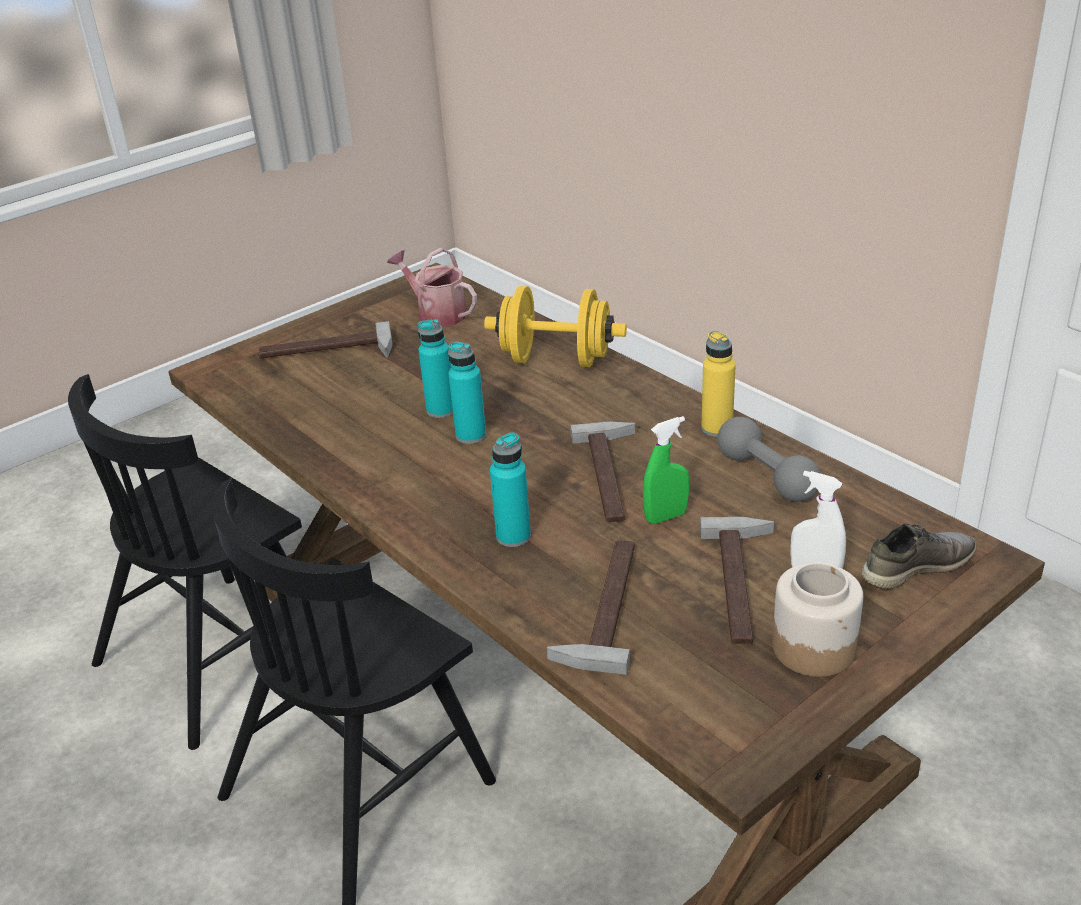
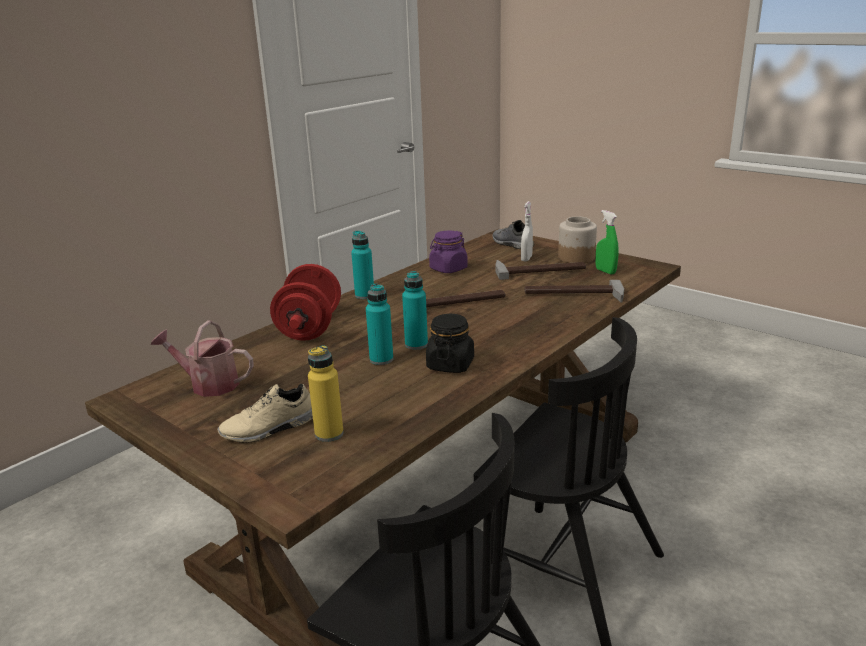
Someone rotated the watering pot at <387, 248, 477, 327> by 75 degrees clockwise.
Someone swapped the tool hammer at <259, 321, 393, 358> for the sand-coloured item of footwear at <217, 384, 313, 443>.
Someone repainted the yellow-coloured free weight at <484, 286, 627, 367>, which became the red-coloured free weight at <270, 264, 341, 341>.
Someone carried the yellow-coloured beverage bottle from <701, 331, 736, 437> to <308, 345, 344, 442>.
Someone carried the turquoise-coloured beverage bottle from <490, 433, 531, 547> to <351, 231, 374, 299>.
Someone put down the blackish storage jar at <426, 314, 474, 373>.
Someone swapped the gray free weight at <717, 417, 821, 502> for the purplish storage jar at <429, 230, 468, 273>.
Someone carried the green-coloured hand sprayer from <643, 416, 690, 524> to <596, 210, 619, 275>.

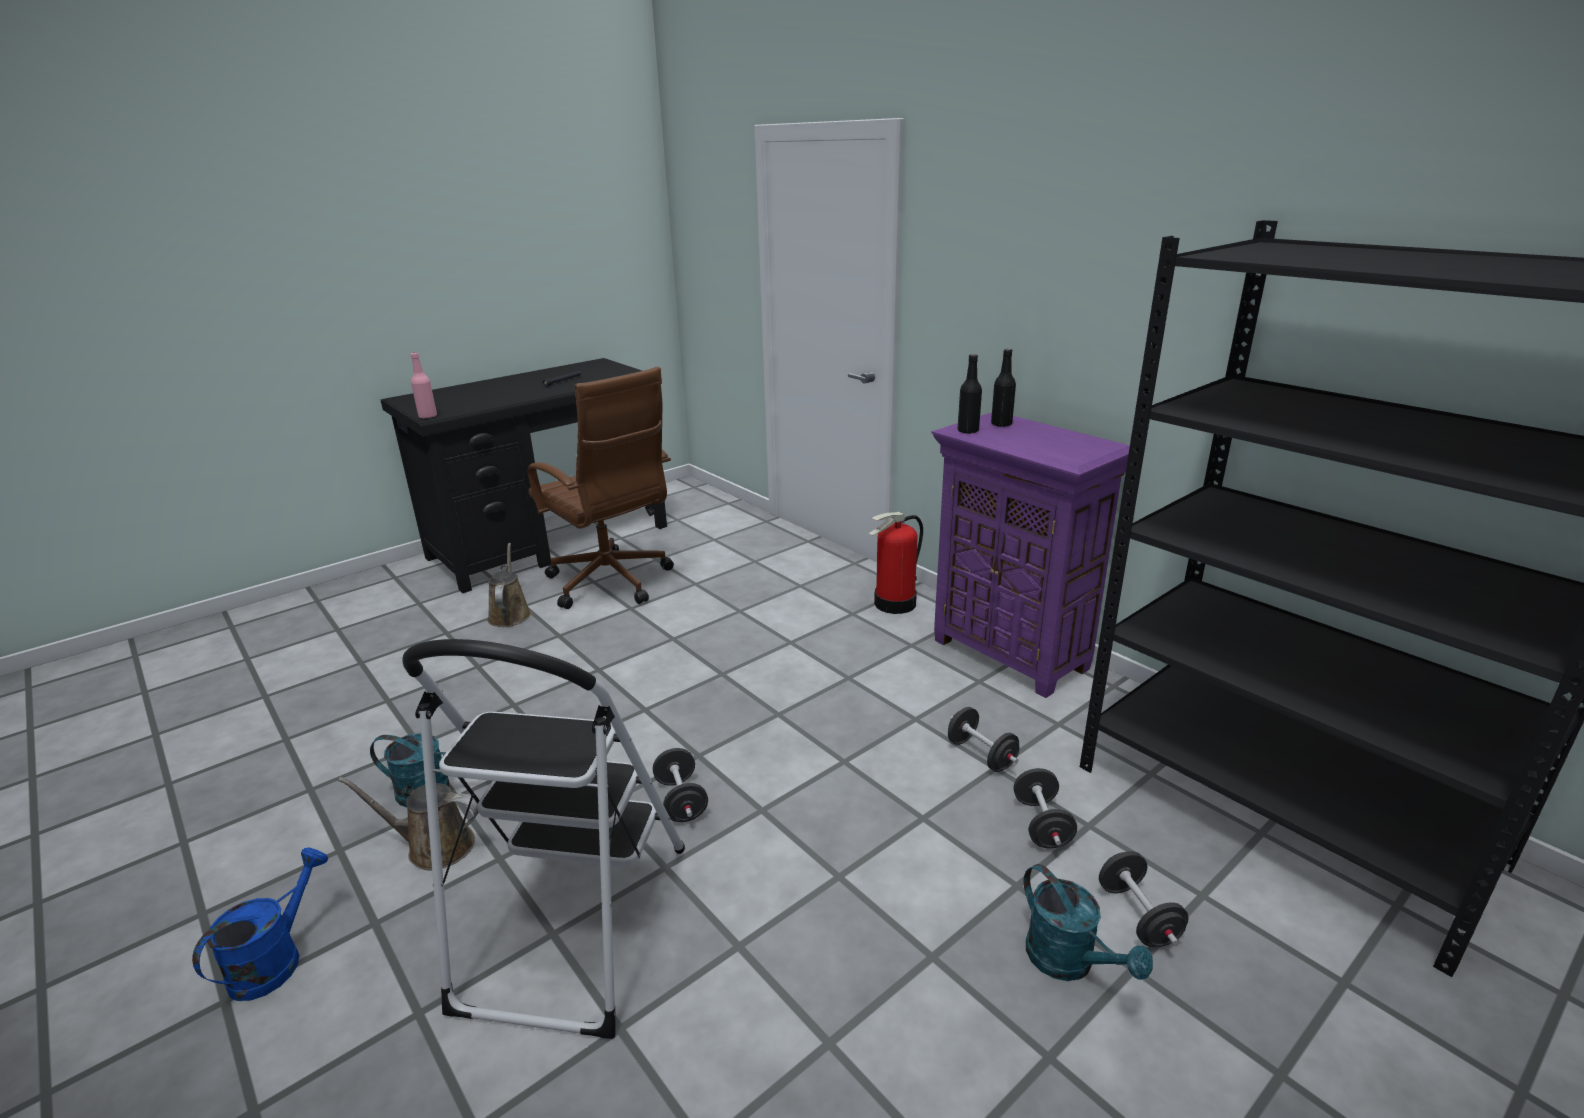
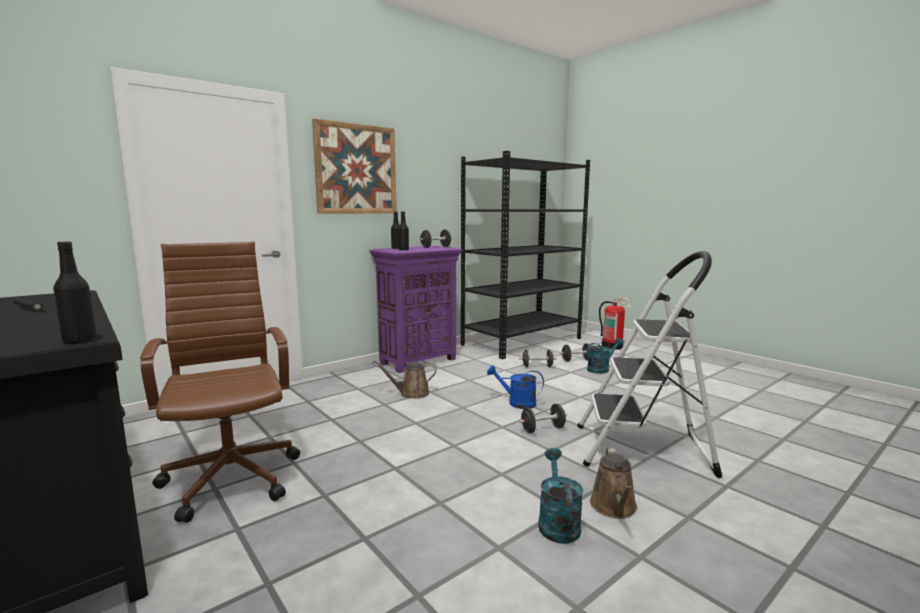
Someone repainted the pink-coloured beverage bottle at <410, 352, 437, 419>, which became the blackish beverage bottle at <53, 241, 97, 344>.
Someone rotated the brown-coloured office chair at <527, 367, 674, 609> by 75 degrees counterclockwise.
Someone put up the picture at <312, 119, 397, 214>.
Someone carried the brown-coloured watering pot from <487, 543, 531, 627> to <373, 360, 436, 399>.
Someone carried the blackish free weight from <948, 707, 1019, 772> to <419, 230, 452, 248>.
Someone carried the blue watering pot from <192, 848, 328, 1001> to <487, 365, 544, 409>.
Someone carried the fire extinguisher from <868, 512, 923, 614> to <599, 298, 633, 350>.

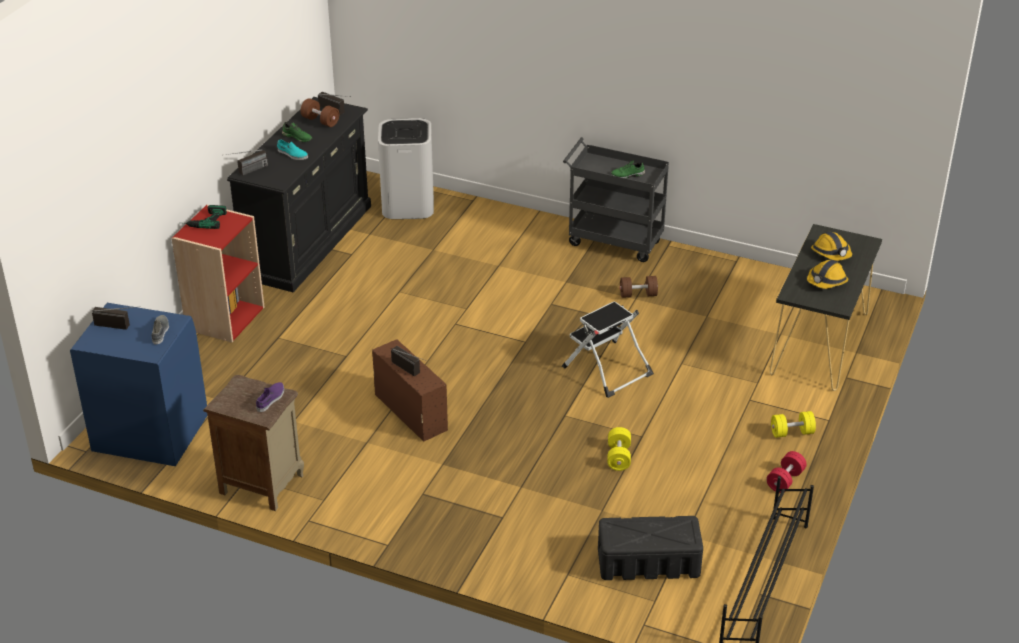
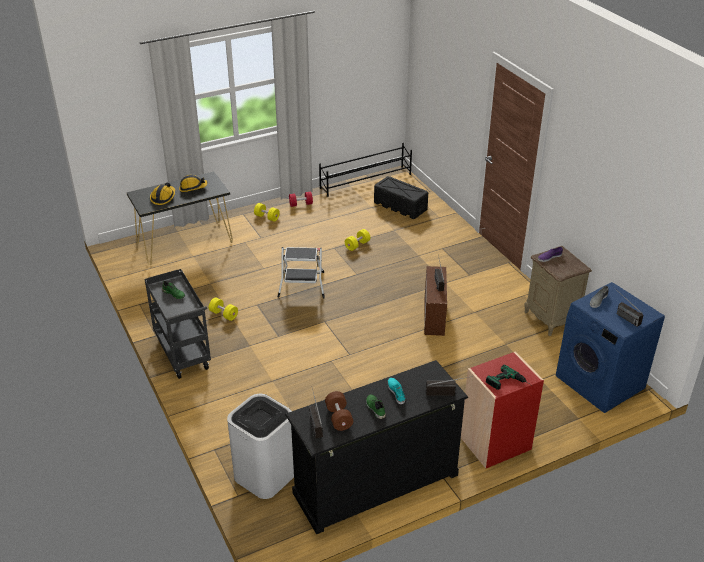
Someone repainted the brown-coloured free weight at <620, 276, 658, 298>, which became the yellow-coloured free weight at <209, 297, 238, 321>.

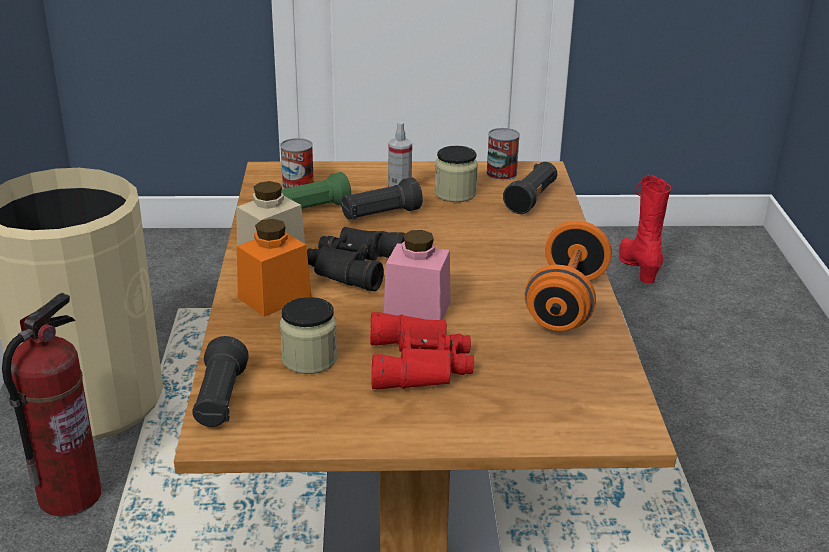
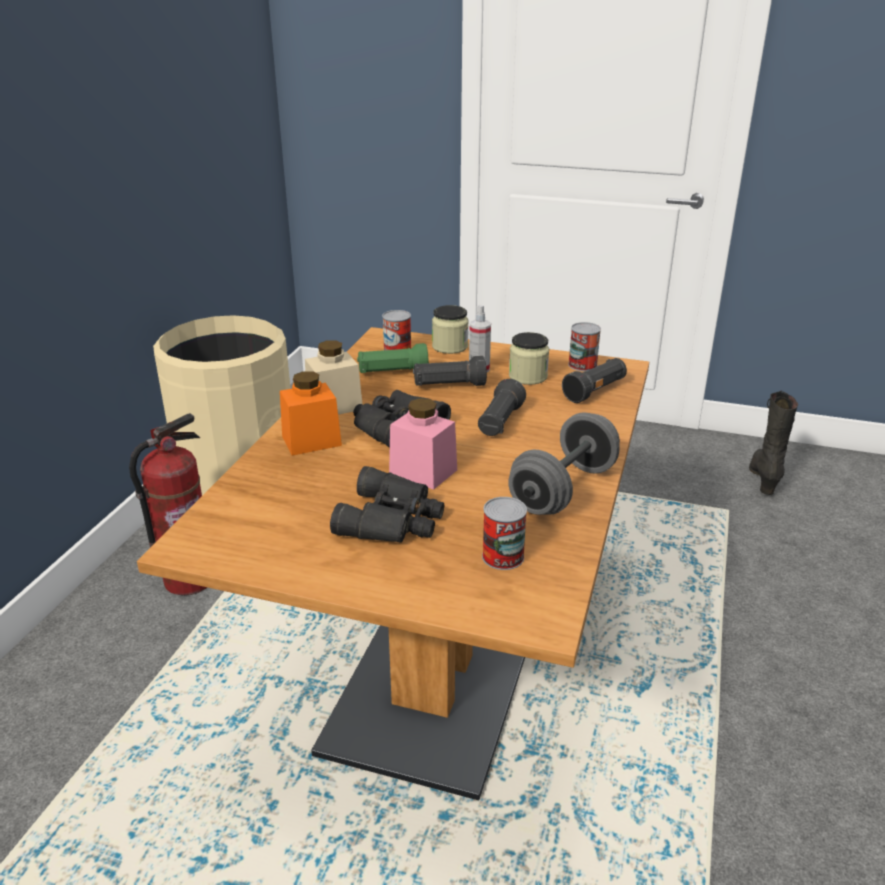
Someone repainted the red-coloured binoculars at <370, 312, 474, 390>, which became the blackish binoculars at <330, 466, 444, 543>.
Someone carried the storage jar from <280, 297, 337, 374> to <432, 305, 469, 354>.
Someone carried the blackish flashlight from <192, 336, 249, 427> to <478, 379, 526, 436>.
Someone put down the can at <482, 497, 527, 570>.
Someone repainted the orange-coloured free weight at <524, 221, 612, 331>, which became the gray free weight at <508, 413, 620, 515>.
Someone repainted the red-coloured boot at <619, 175, 671, 283>, which became the blackish boot at <749, 391, 798, 495>.

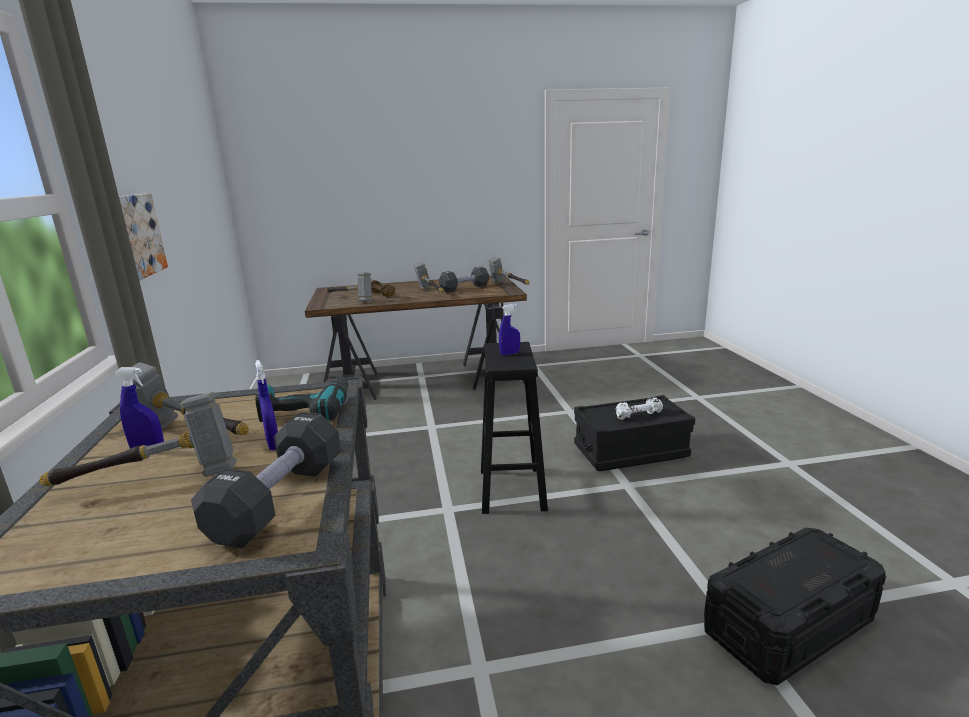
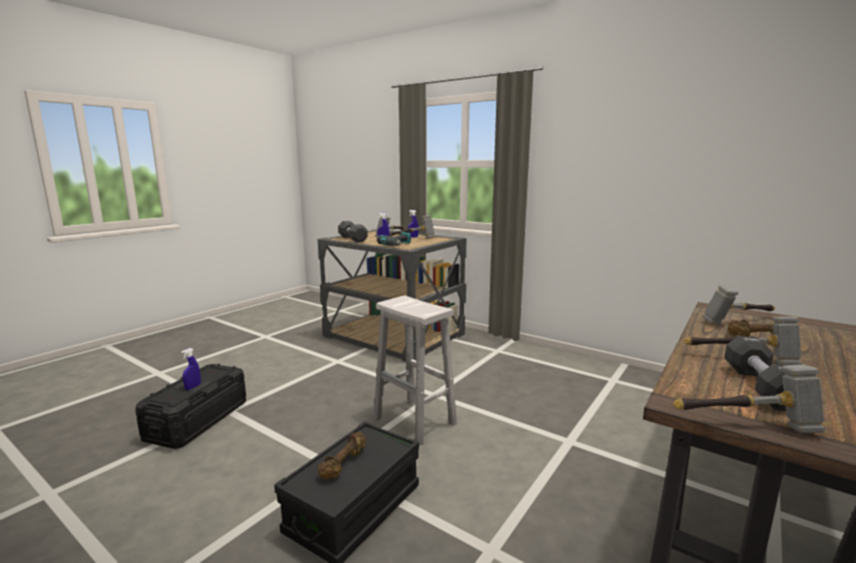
Someone carried the blue hand sprayer from <499, 304, 520, 356> to <181, 348, 201, 390>.
Someone repainted the white-coloured free weight at <616, 398, 663, 420>, which became the brown-coloured free weight at <318, 432, 366, 480>.
Someone repainted the blackish sitting stool at <481, 342, 548, 514>, which became the white-coloured sitting stool at <373, 296, 457, 446>.
Someone took away the picture at <119, 193, 168, 280>.

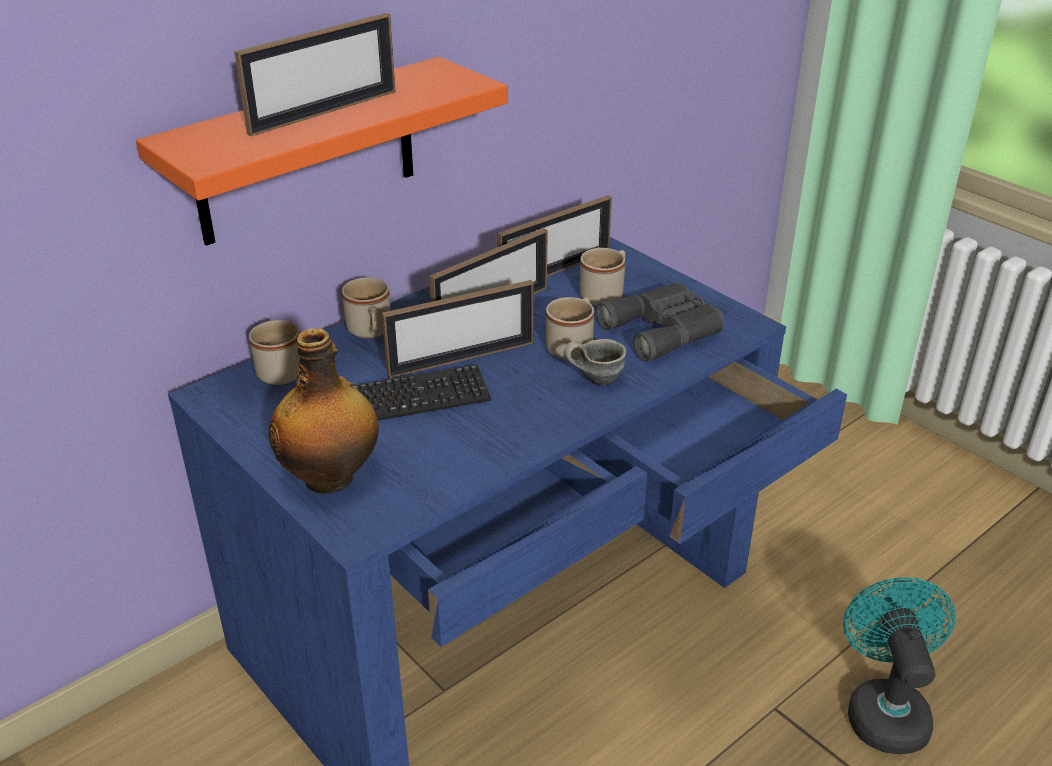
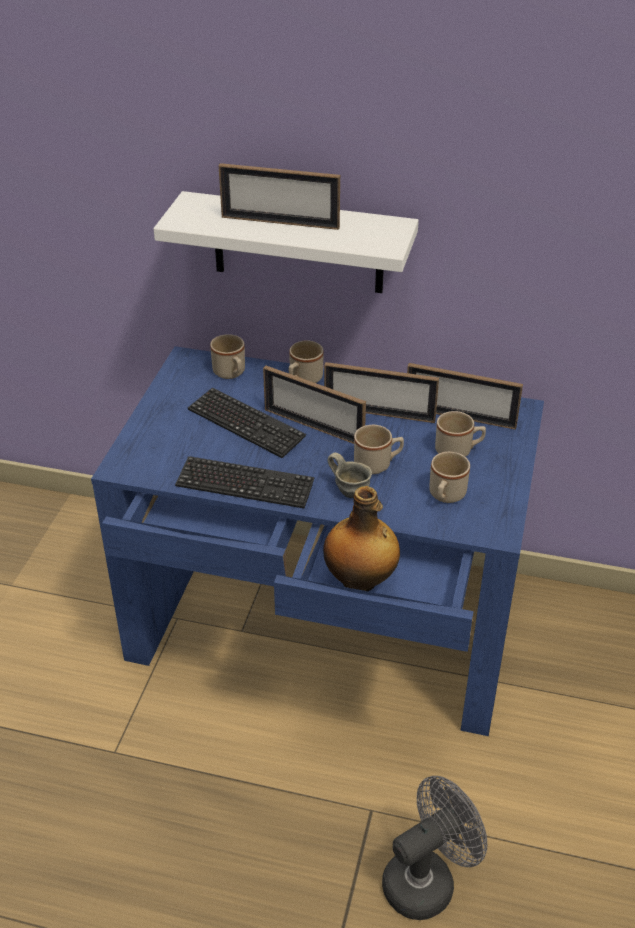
Someone repainted the orange-coloured bracket shelf at <136, 57, 508, 246>, which became the white-coloured bracket shelf at <154, 191, 419, 293>.
Someone put down the computer keyboard at <175, 456, 315, 508>.
Someone carried the beverage bottle from <268, 328, 379, 494> to <323, 486, 400, 591>.
Someone repainted the turquoise-coloured cooling fan at <843, 577, 956, 754>, which became the gray cooling fan at <382, 776, 487, 920>.
Someone swapped the gray binoculars at <596, 283, 724, 362> for the sand-coloured coffee mug at <429, 452, 470, 503>.

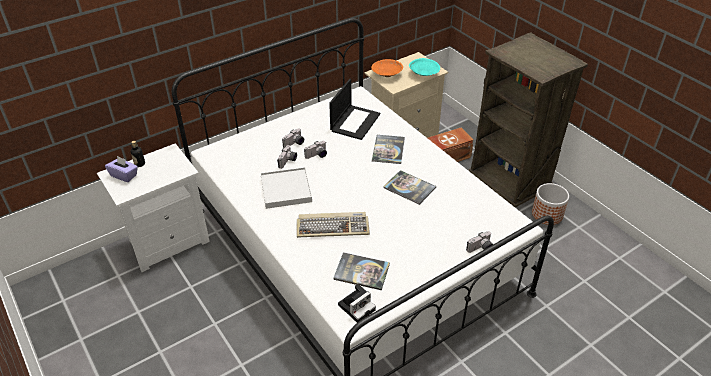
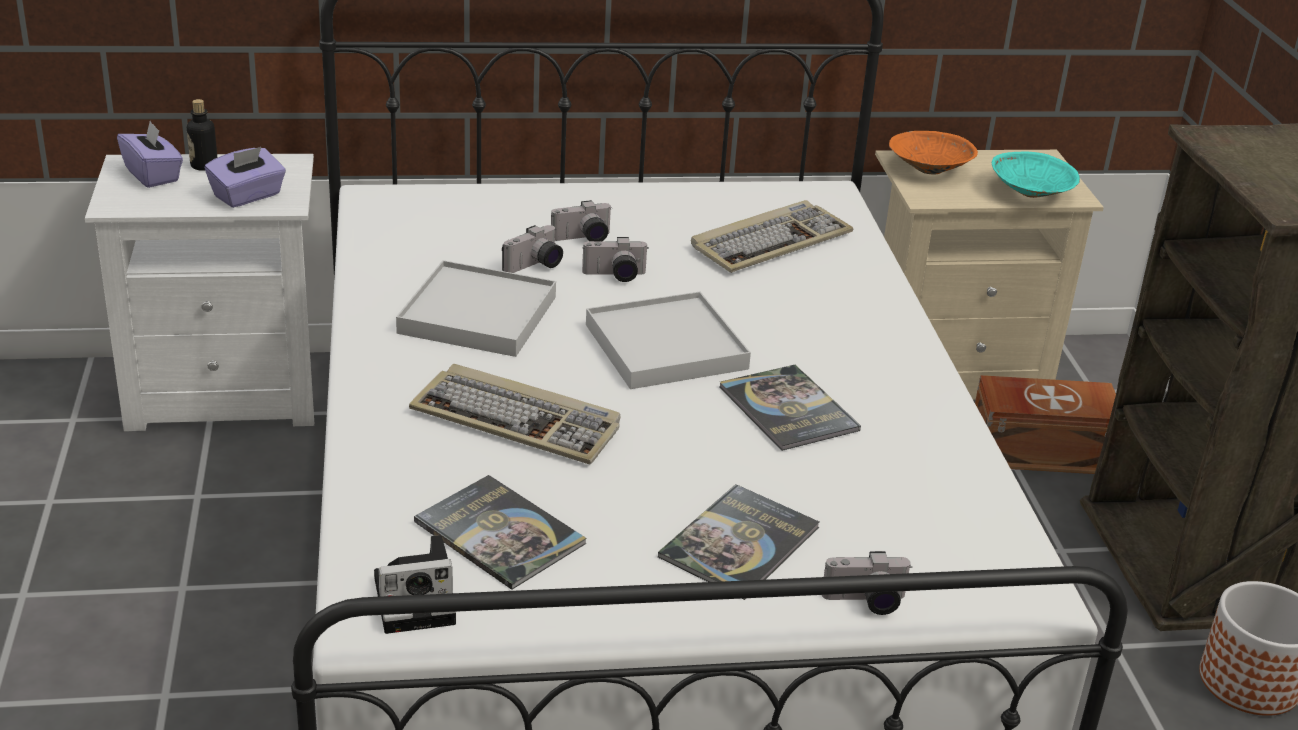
Someone put down the purplish tissue box at <205, 147, 286, 208>.
Someone put down the white-coloured serving tray at <586, 292, 751, 389>.
Someone carried the bound book from <372, 135, 405, 164> to <658, 484, 820, 600>.
Someone swapped the notebook computer at <329, 79, 380, 140> for the computer keyboard at <691, 200, 853, 273>.

